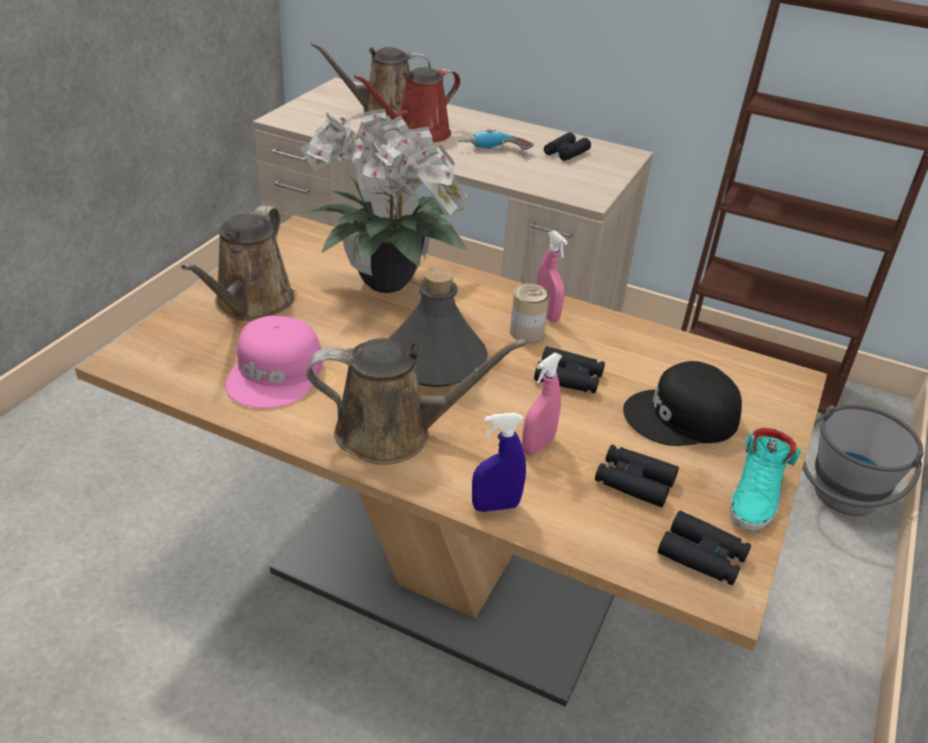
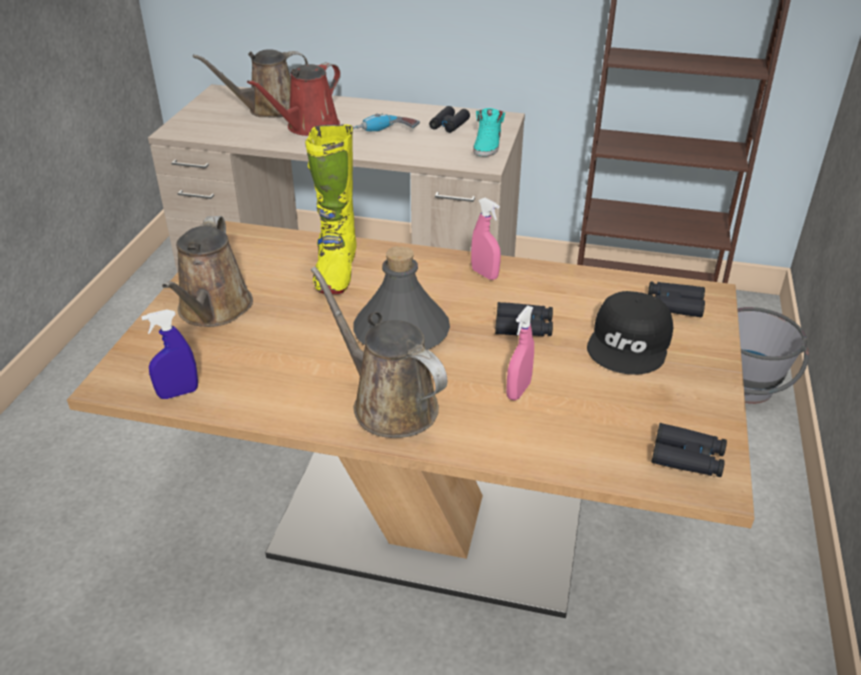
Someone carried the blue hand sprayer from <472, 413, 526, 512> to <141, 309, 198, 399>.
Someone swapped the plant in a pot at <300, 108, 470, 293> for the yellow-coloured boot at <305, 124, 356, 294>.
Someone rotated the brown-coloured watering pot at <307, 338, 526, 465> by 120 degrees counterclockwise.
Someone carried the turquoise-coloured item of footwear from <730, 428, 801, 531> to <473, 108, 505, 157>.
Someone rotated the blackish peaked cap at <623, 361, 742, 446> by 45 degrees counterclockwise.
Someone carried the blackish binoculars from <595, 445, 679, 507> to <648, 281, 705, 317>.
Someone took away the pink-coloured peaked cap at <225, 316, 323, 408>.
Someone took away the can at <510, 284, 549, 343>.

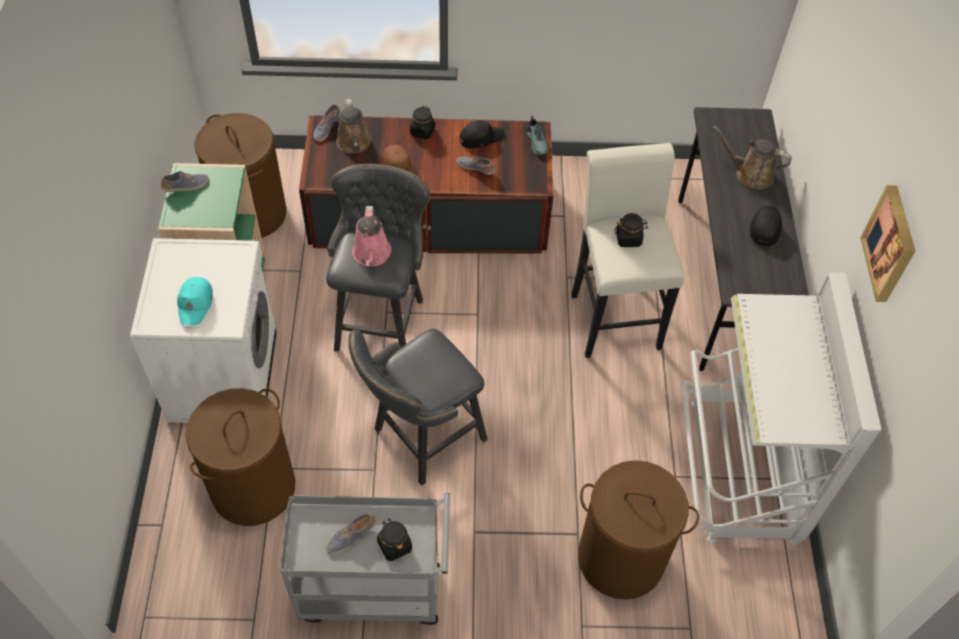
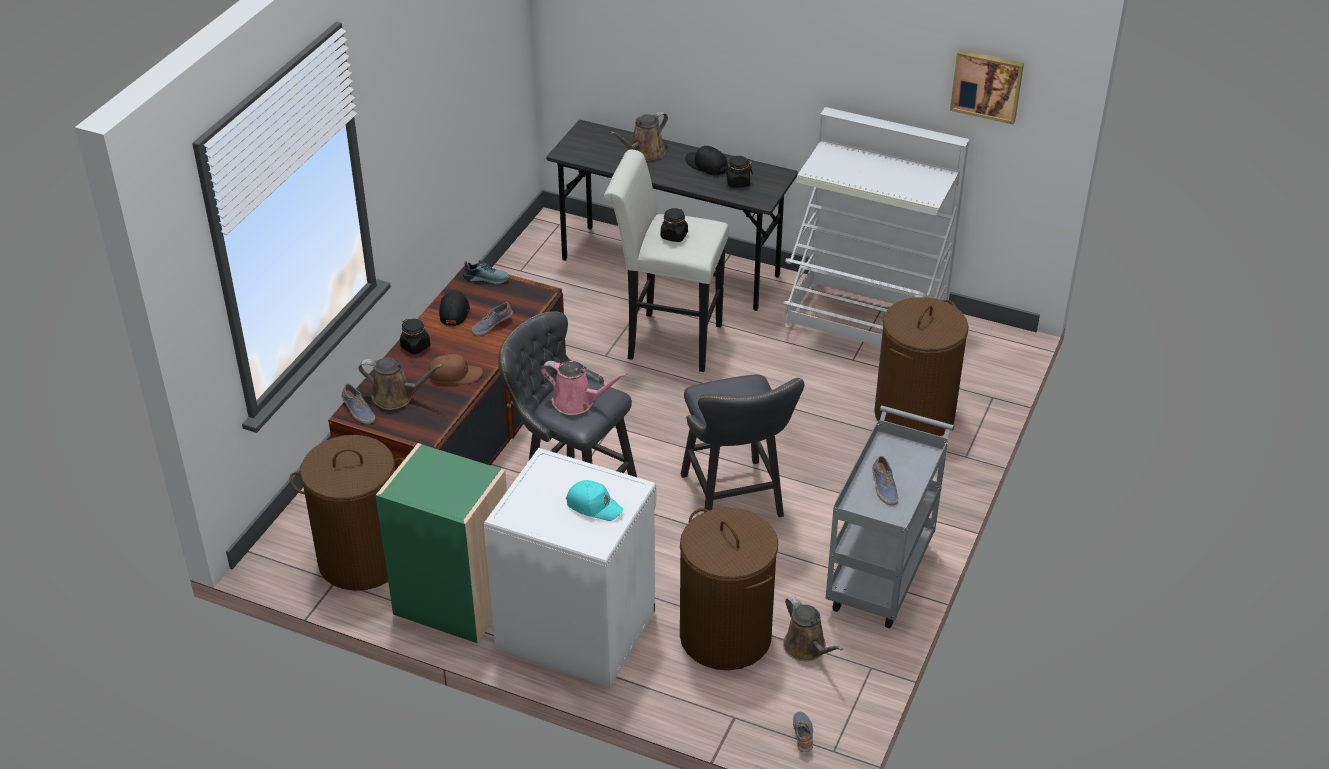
Someone carried the blackish storage jar from <377, 519, 412, 561> to <724, 156, 753, 188>.
Someone put down the brown-coloured watering pot at <783, 596, 843, 661>.
Someone carried the item of footwear from <161, 171, 209, 192> to <793, 711, 813, 752>.
Someone carried the picture from <860, 185, 915, 302> to <950, 50, 1024, 124>.

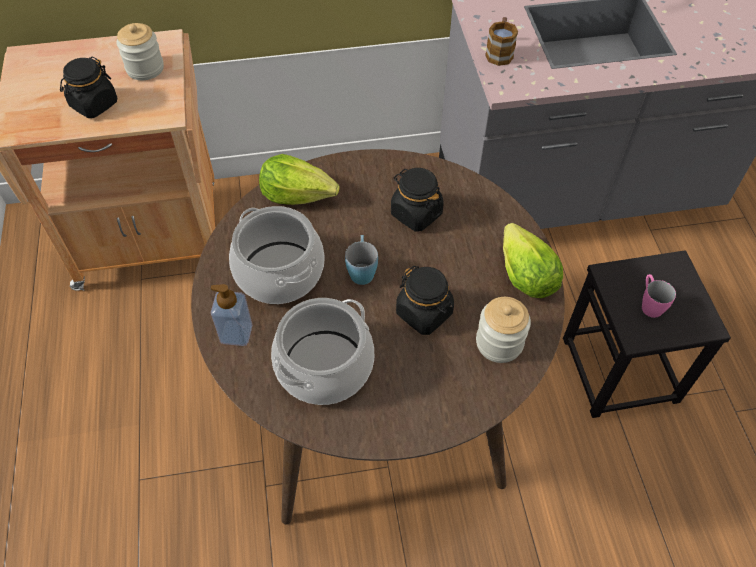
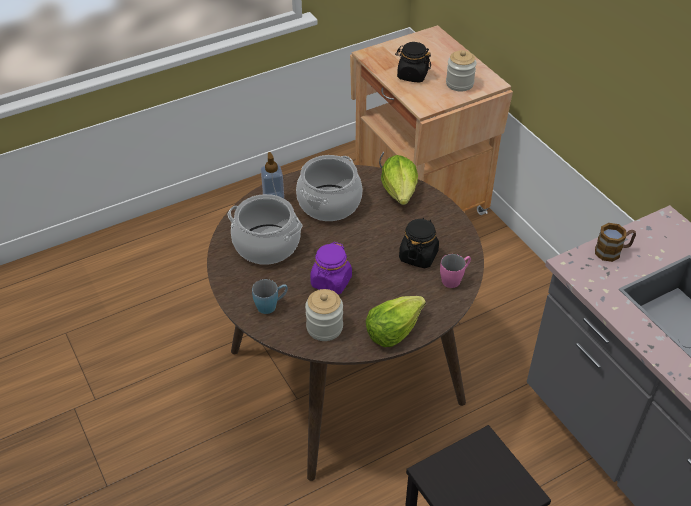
Someone carried the blue coffee mug from <345, 235, 378, 285> to <252, 279, 288, 314>.
Someone repainted the blackish storage jar at <396, 266, 454, 335>, which became the purplish storage jar at <310, 242, 352, 294>.
Someone carried the pink-coloured coffee mug from <642, 274, 676, 318> to <440, 254, 471, 288>.

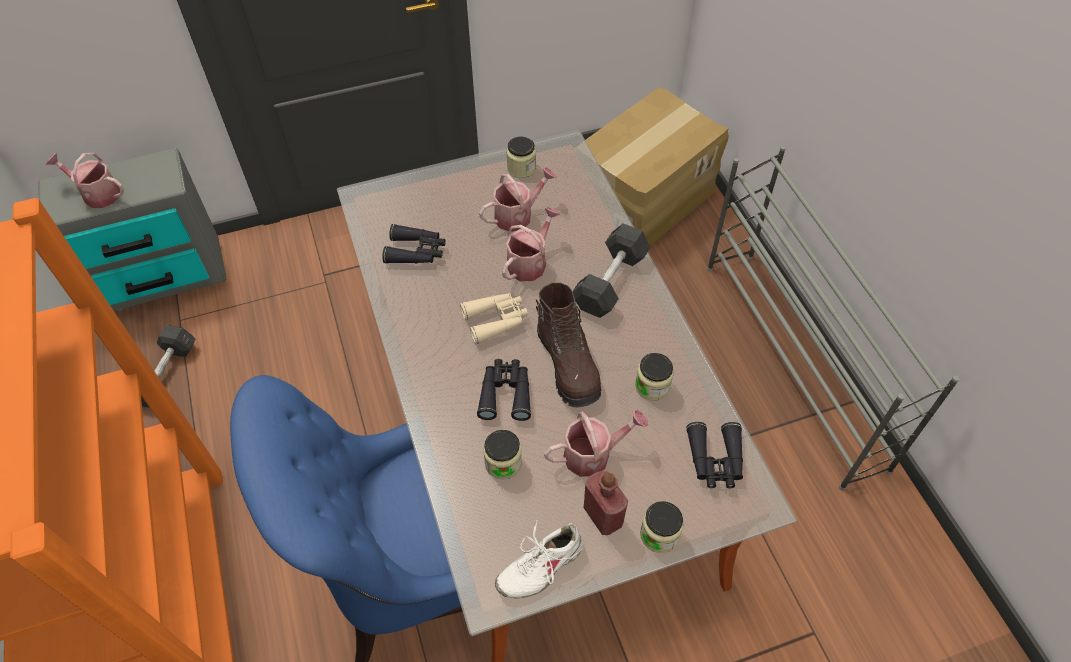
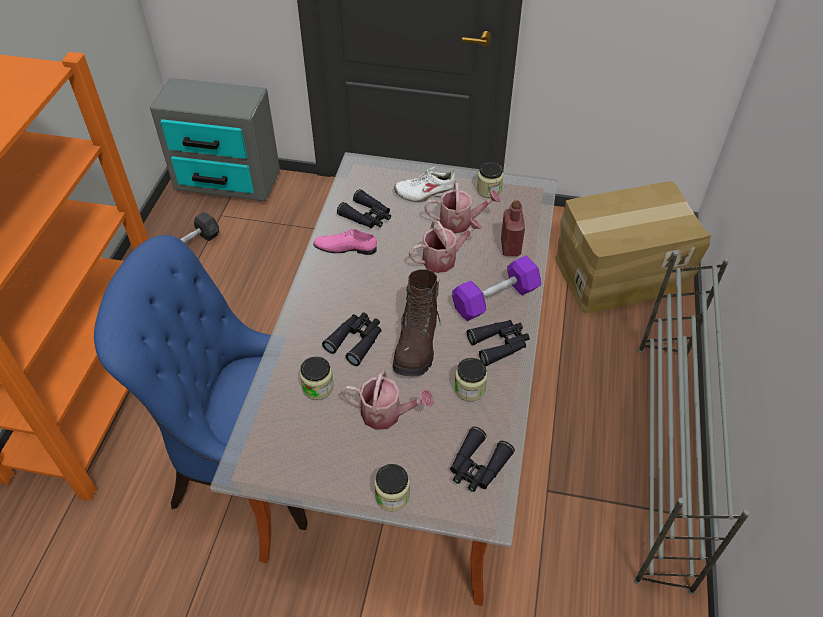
Someone put down the pink-coloured item of footwear at <313, 229, 377, 255>.
Someone carried the white-coloured item of footwear from <495, 520, 583, 598> to <394, 166, 456, 202>.
Someone repainted the gray free weight at <572, 223, 651, 318>, which became the purplish free weight at <452, 256, 541, 321>.
Someone put down the blackish binoculars at <467, 320, 530, 366>.
Someone carried the red-coloured beverage bottle from <584, 471, 628, 535> to <501, 200, 525, 256>.
Someone took away the watering pot at <46, 153, 124, 208>.
Someone took away the sand-coloured binoculars at <460, 293, 528, 344>.

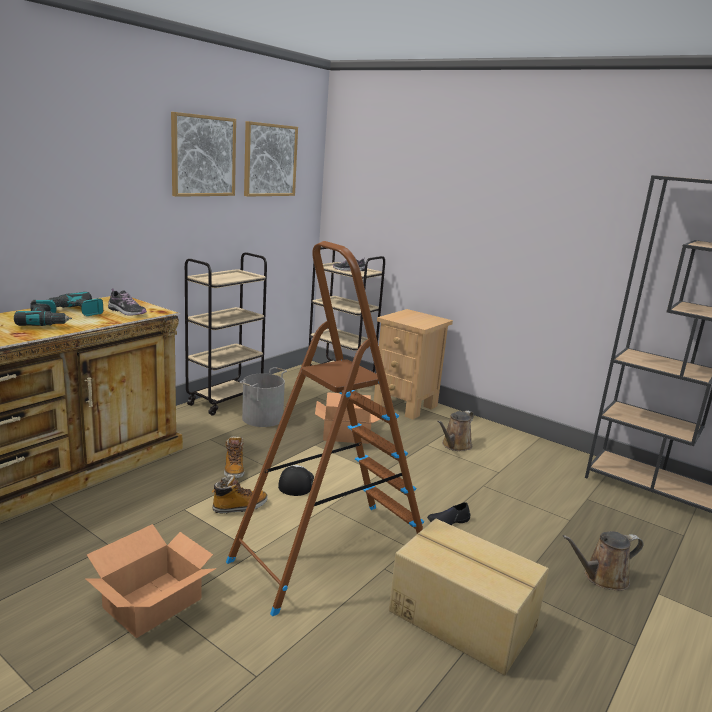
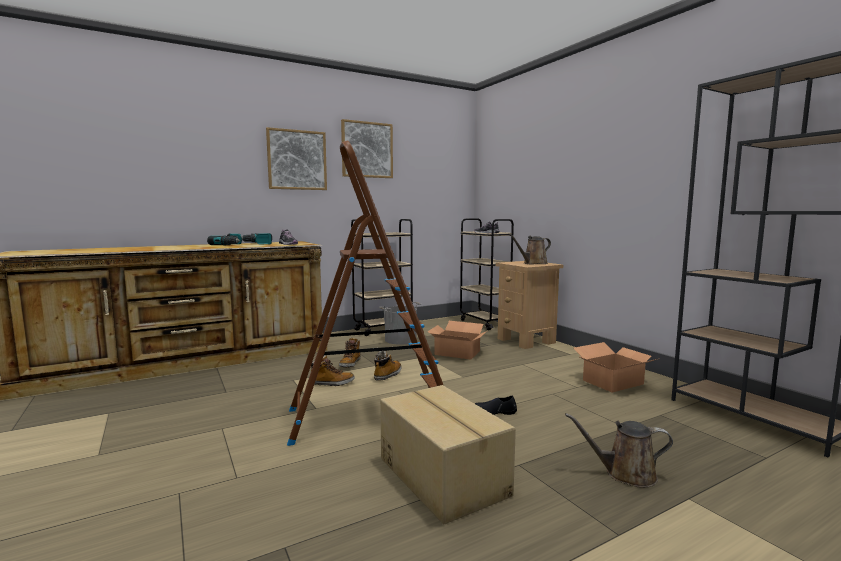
Someone carried the picture from <244, 121, 298, 197> to <266, 127, 327, 190>.
Someone swapped the peaked cap at <278, 465, 314, 496> for the boot at <374, 351, 401, 381>.
Someone carried the brown-coloured watering pot from <437, 410, 474, 451> to <509, 234, 551, 265>.
Someone carried the cardboard box from <85, 524, 217, 638> to <574, 342, 657, 393>.

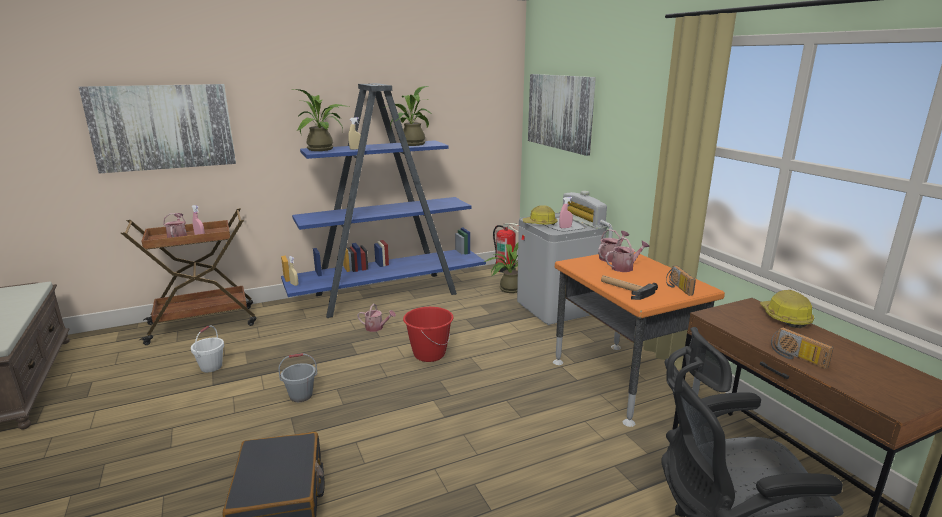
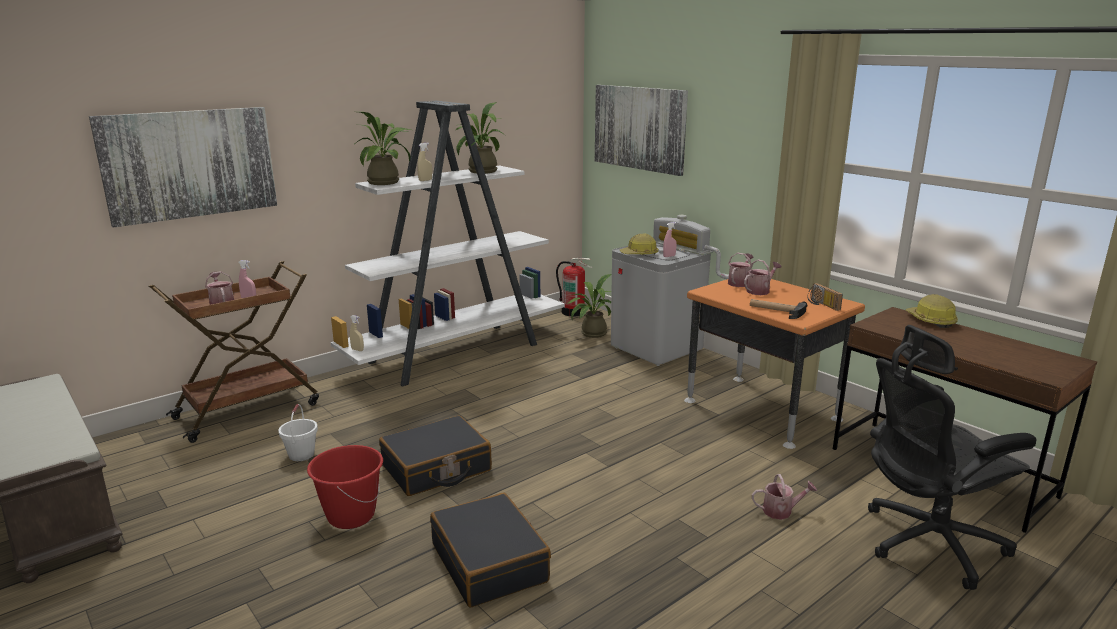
Someone carried the red-coloured pail from <403, 307, 454, 362> to <307, 445, 383, 529>.
Someone repainted the blue bookshelf at <281, 83, 486, 318>, which became the white-coloured bookshelf at <331, 101, 565, 387>.
Someone swapped the gray pail at <278, 353, 317, 402> for the blackish suitcase at <379, 416, 492, 496>.
Someone carried the watering pot from <357, 304, 396, 332> to <752, 474, 817, 520>.
Someone took away the radio at <771, 327, 834, 369>.

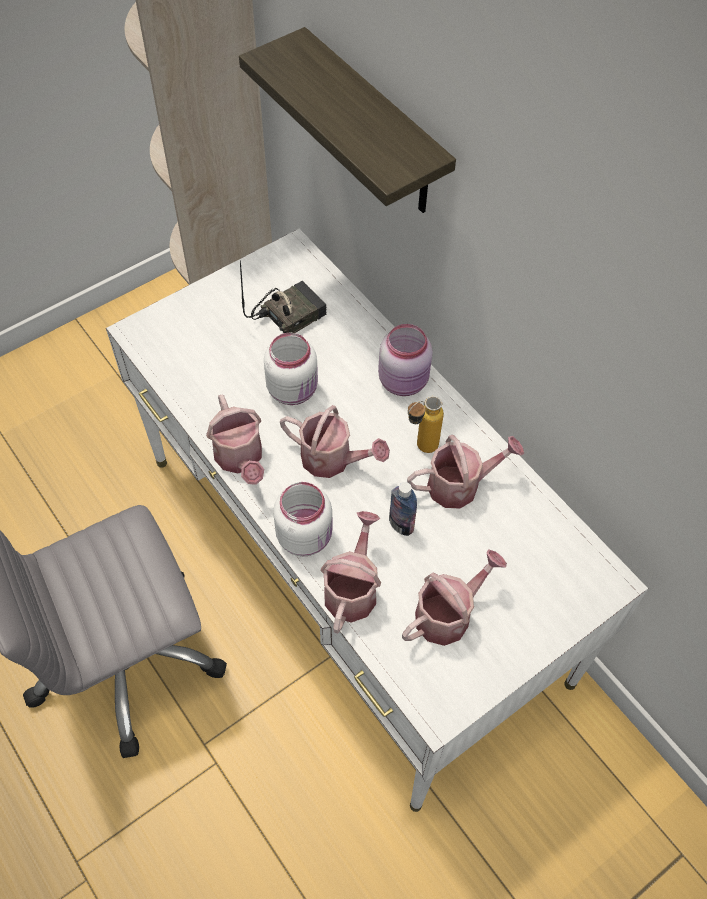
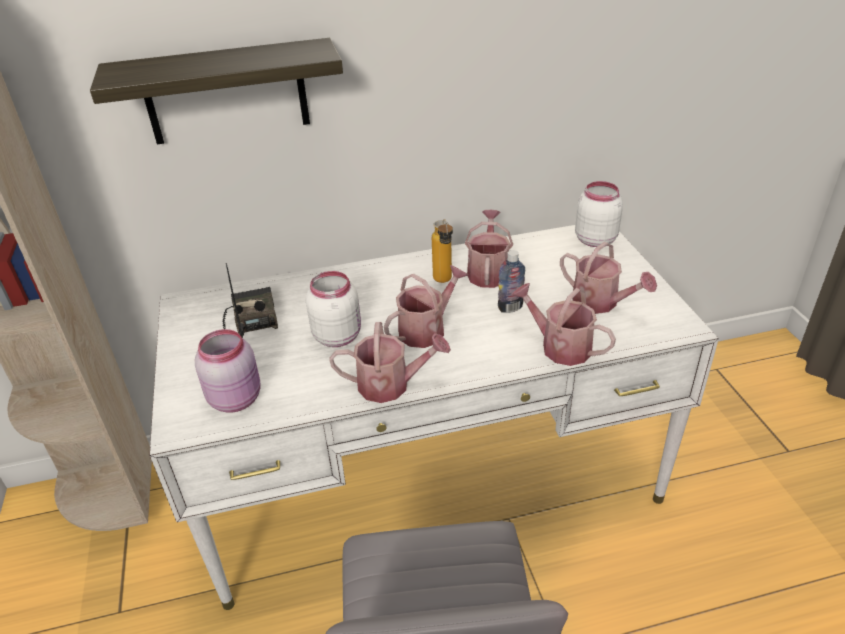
Someone carried the pink-coloured storage jar from <378, 324, 433, 396> to <195, 329, 261, 413>.
Someone rotated the watering pot at <402, 549, 507, 646> by 150 degrees clockwise.
Someone carried the white-coloured storage jar from <273, 482, 333, 557> to <575, 181, 623, 247>.

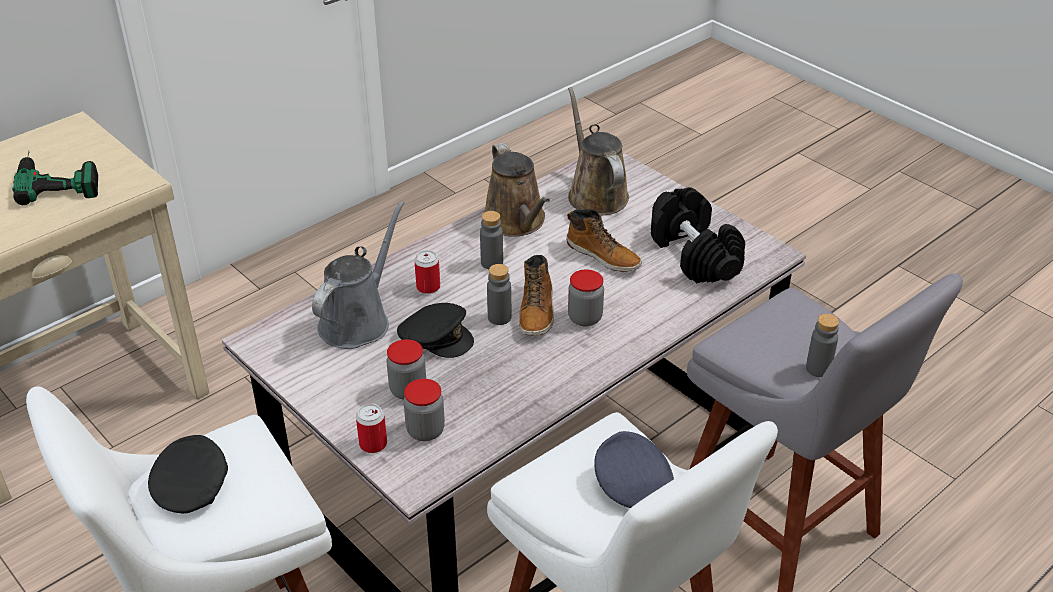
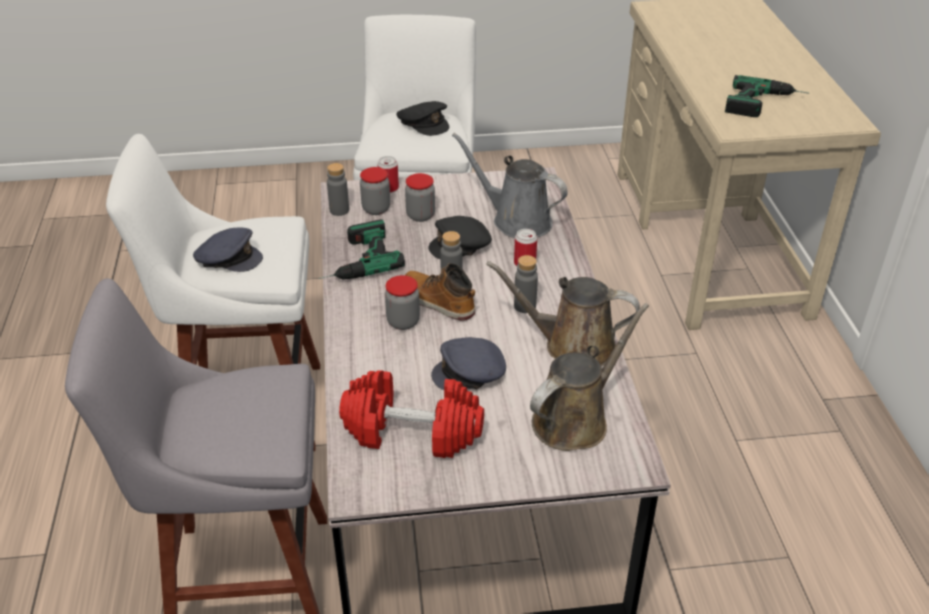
Someone put down the drill at <319, 219, 405, 280>.
Someone carried the gray beverage bottle from <806, 313, 839, 377> to <327, 163, 349, 216>.
Someone repainted the blackish free weight at <651, 187, 745, 283>, which became the red-coloured free weight at <339, 370, 484, 458>.
Someone swapped the boot at <567, 209, 642, 272> for the gray peaked cap at <431, 337, 506, 390>.
Someone rotated the gray watering pot at <312, 201, 404, 349> by 150 degrees clockwise.
Someone rotated the brown-coloured watering pot at <568, 87, 629, 215> by 60 degrees counterclockwise.

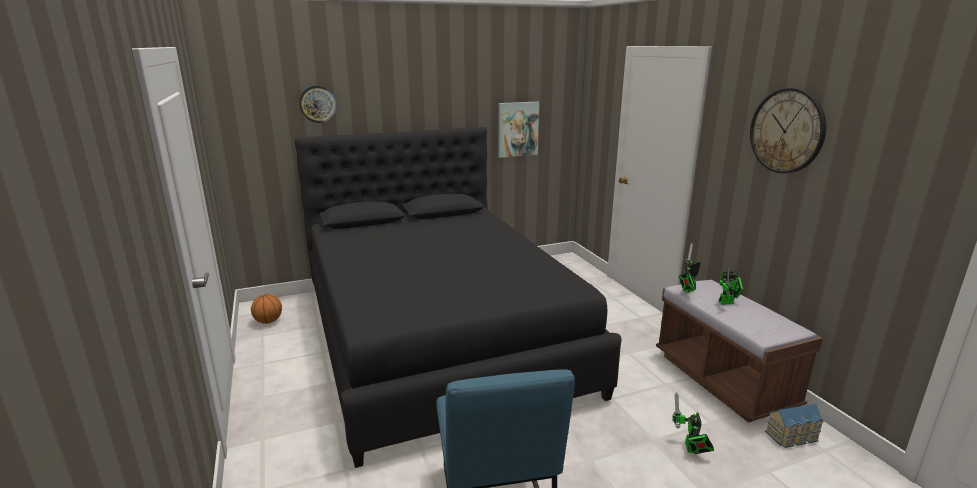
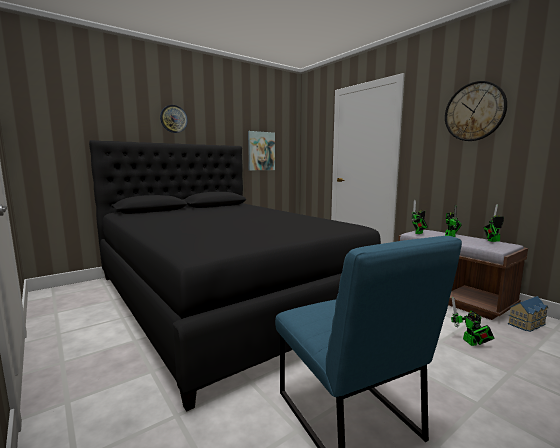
Someone carried the wall clock from <299, 86, 337, 123> to <160, 105, 188, 133>.
Someone put down the robot figure at <483, 204, 504, 242>.
Someone took away the basketball ball at <251, 294, 282, 324>.

